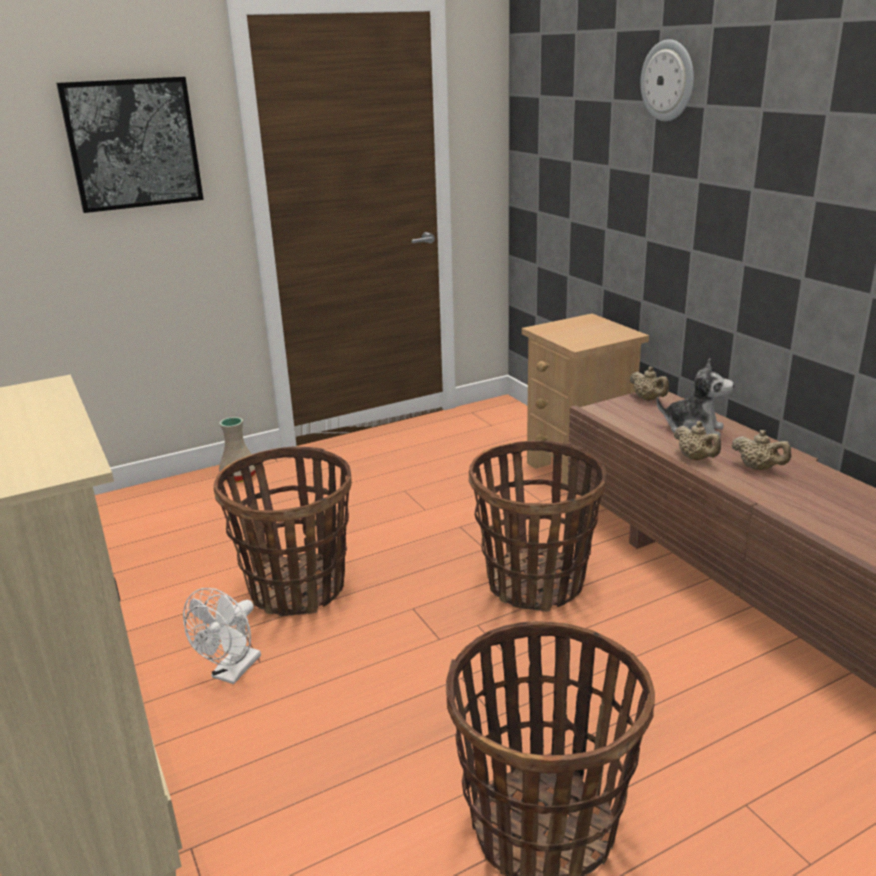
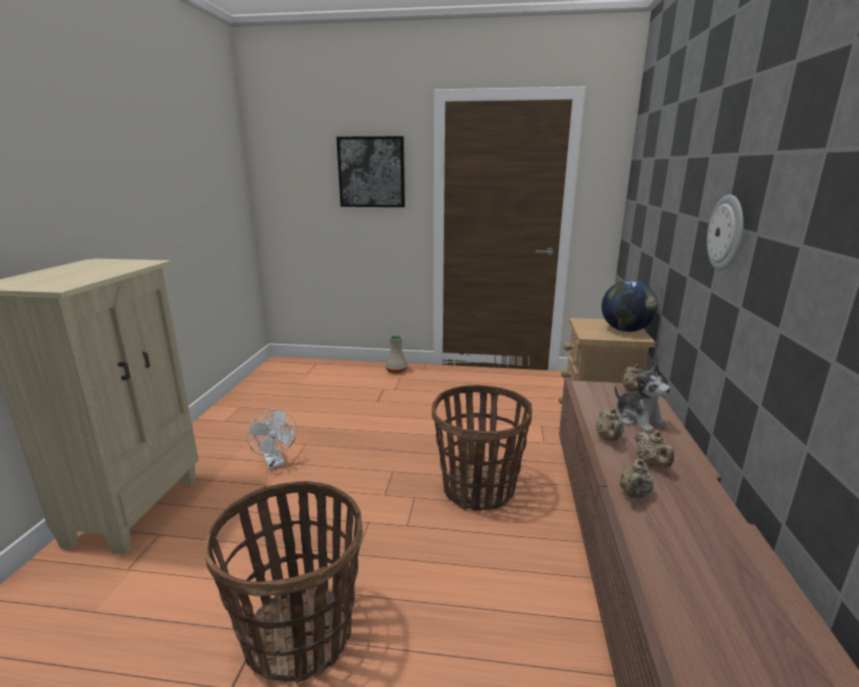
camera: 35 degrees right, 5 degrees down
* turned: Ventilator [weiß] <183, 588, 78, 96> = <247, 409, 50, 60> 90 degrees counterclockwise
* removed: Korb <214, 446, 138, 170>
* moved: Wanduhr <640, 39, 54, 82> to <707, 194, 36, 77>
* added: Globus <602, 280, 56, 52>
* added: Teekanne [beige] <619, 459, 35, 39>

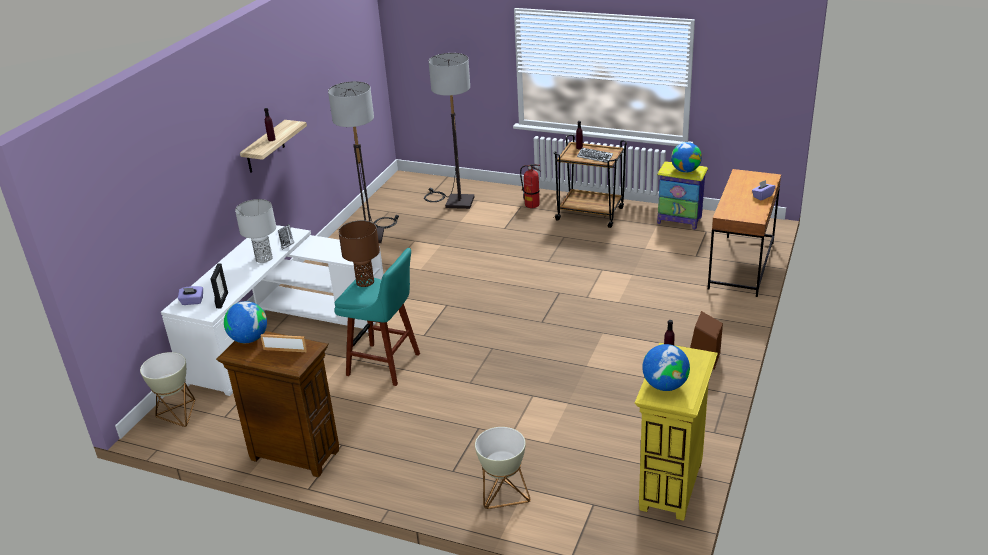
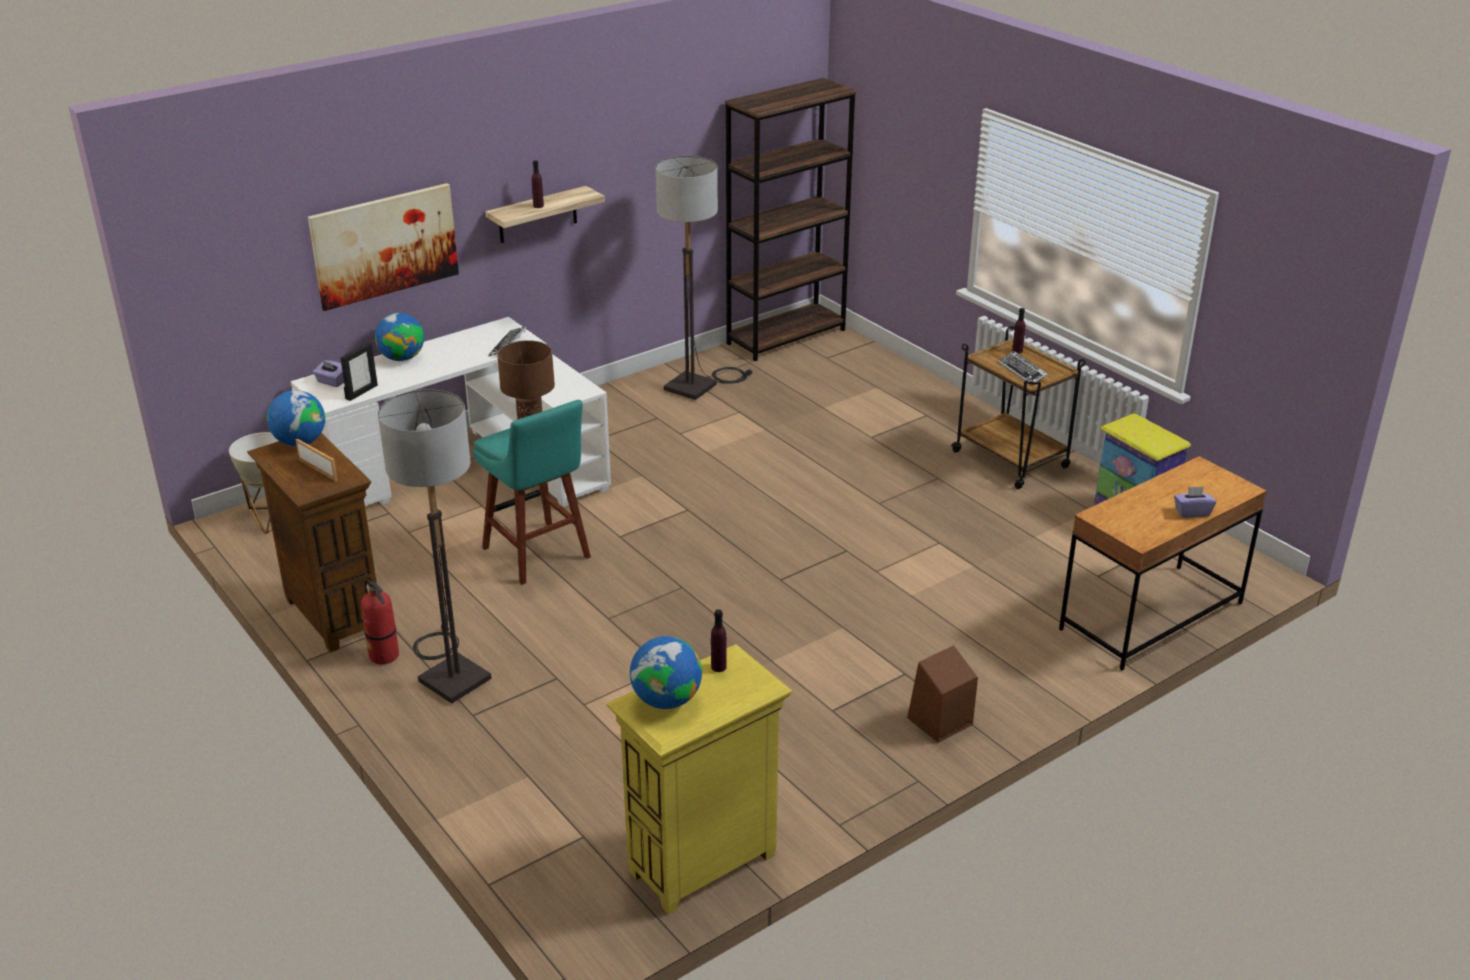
camera: 30 degrees right, 0 degrees up
* removed: Tischlampe [weiß] <235, 199, 41, 64>
* moved: Stehlampe <424, 53, 50, 156> to <378, 389, 113, 314>
* removed: Pflanzkübel <475, 427, 56, 82>
* moved: Feuerlöscher <520, 164, 21, 44> to <361, 579, 38, 86>
* moved: Globus <671, 142, 31, 31> to <375, 313, 49, 48>
* added: Bild <308, 183, 151, 128>
* added: Bücherregal [braun] <725, 78, 131, 283>

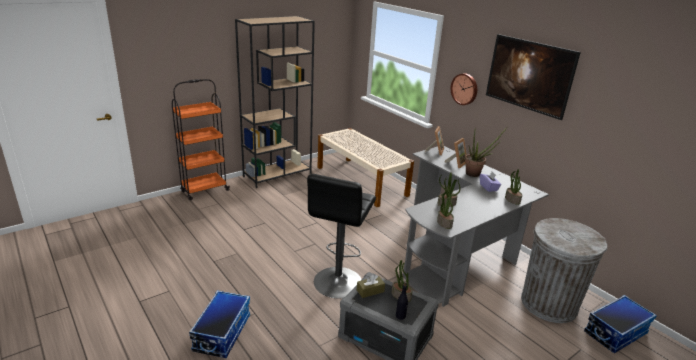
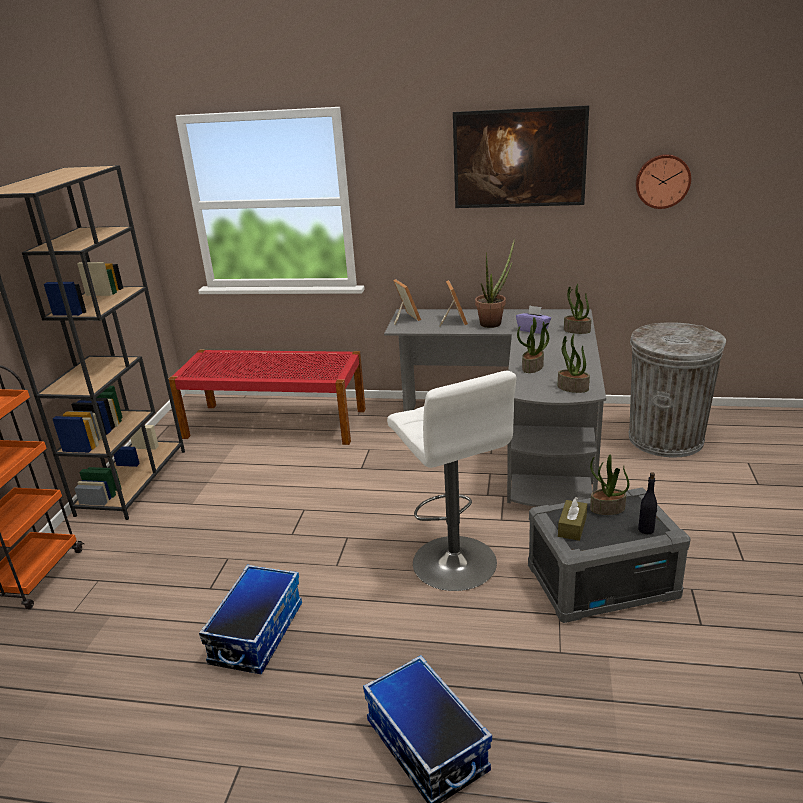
camera: 40 degrees left, 0 degrees up
* recoloured: Hocker [schwarz] <307, 174, 69, 125> to Hocker [weiß] <387, 371, 129, 220>
* recoloured: Bank [beige] <317, 128, 97, 79> to Bank [rot] <169, 350, 197, 95>
* moved: Wanduhr <451, 73, 26, 32> to <636, 154, 55, 55>
* moved: Aufbewahrungsbox <584, 295, 73, 58> to <199, 564, 103, 111>

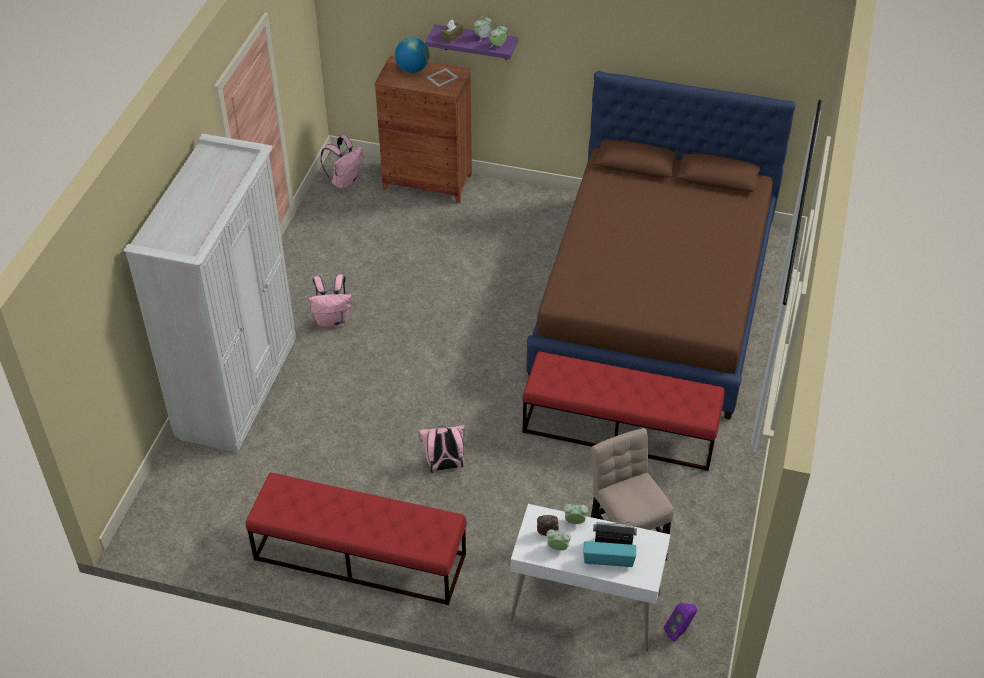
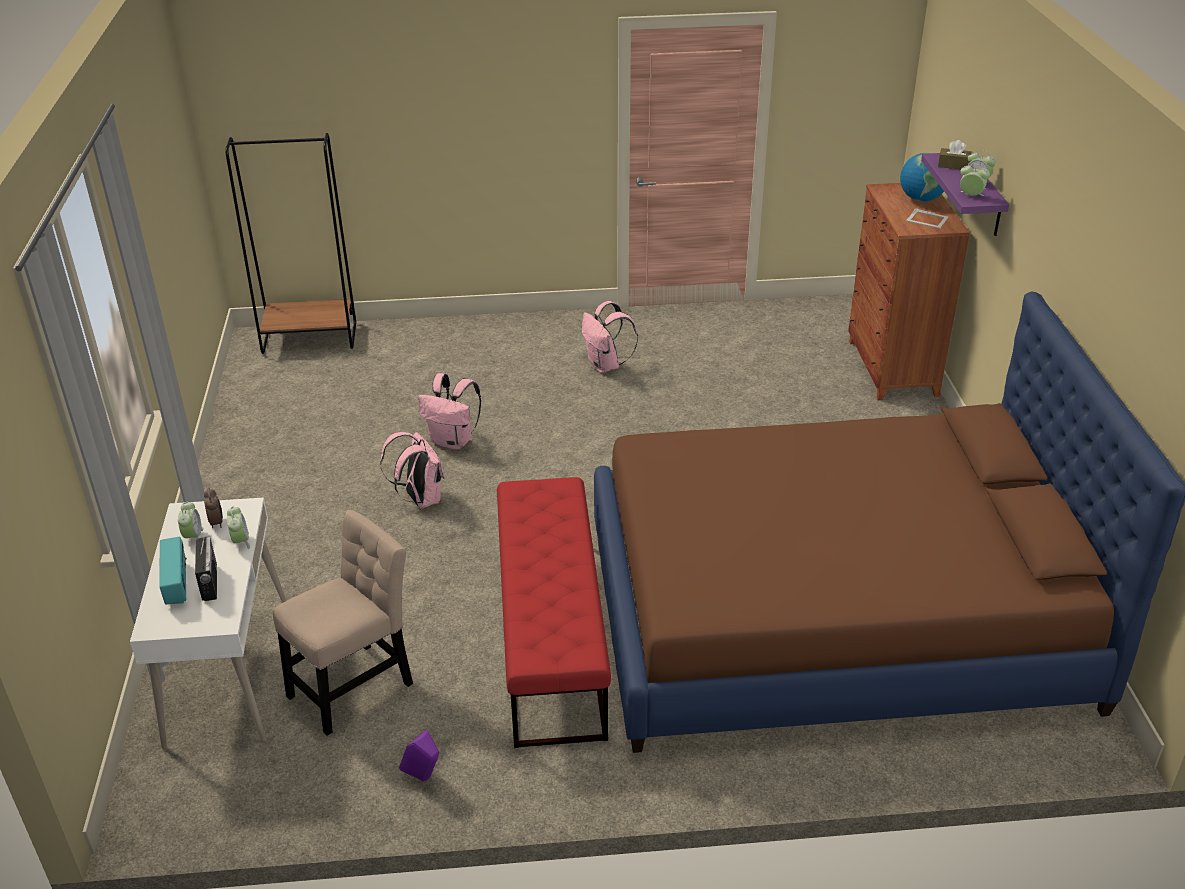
camera: 70 degrees right, 10 degrees down
* removed: Kleiderschrank [weiß] <123, 133, 173, 319>
* removed: Bank [rot] <246, 472, 221, 133>
* moved: Rucksack [rosa] <321, 135, 42, 55> to <418, 373, 63, 77>
* moved: Lautsprecher [lila] <664, 603, 33, 39> to <399, 730, 40, 51>
* added: Kleiderständer <225, 133, 131, 221>

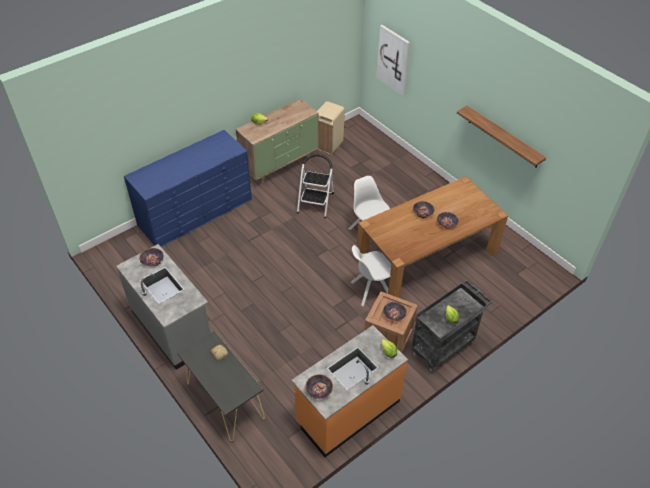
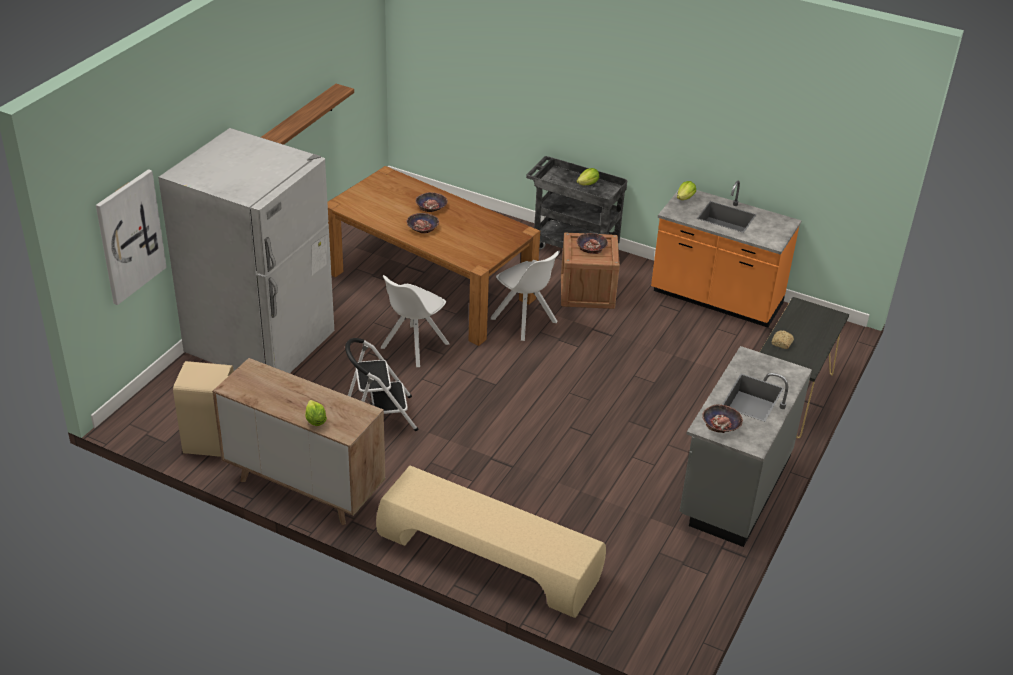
camera: 115 degrees left, 10 degrees down
* replaced: Kommode [blau] <124, 130, 128, 117> to Bank [beige] <376, 466, 230, 152>
* removed: Schüssel <305, 374, 28, 25>
* added: Kühlschrank [weiß] <158, 128, 176, 245>

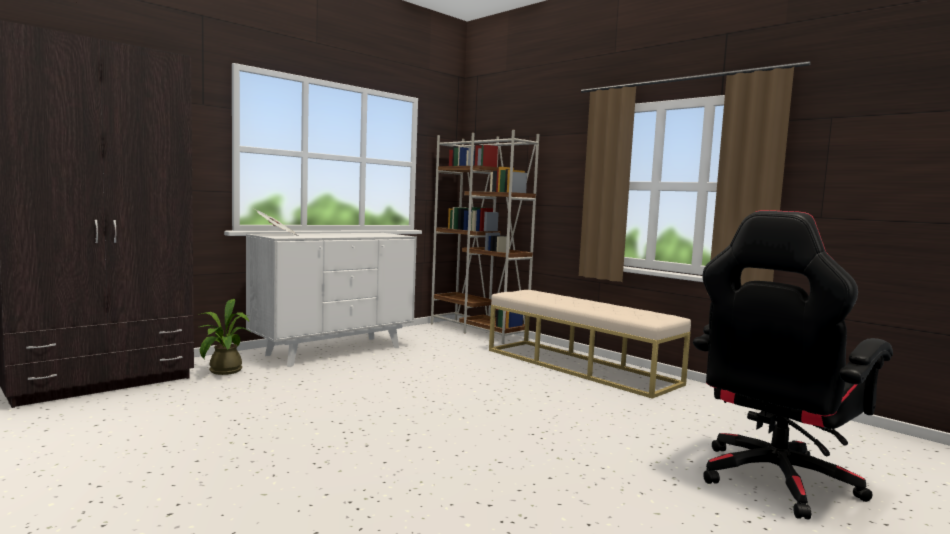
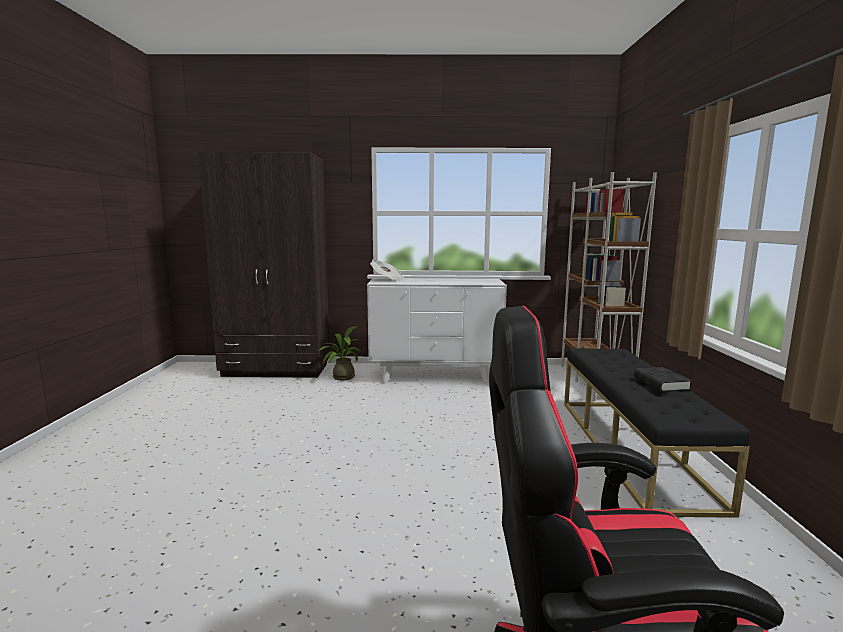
camera: 45 degrees right, 5 degrees up
* recoloured: Bank [beige] <489, 290, 202, 109> to Bank [schwarz] <564, 348, 187, 170>
* added: Buch [schwarz] <634, 367, 58, 25>

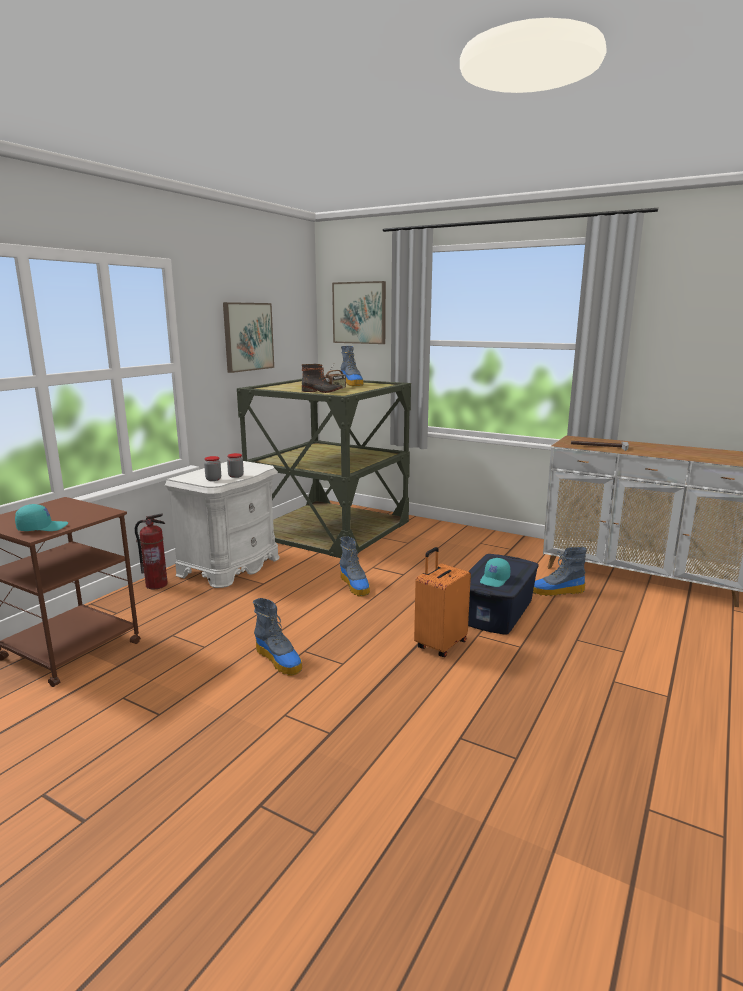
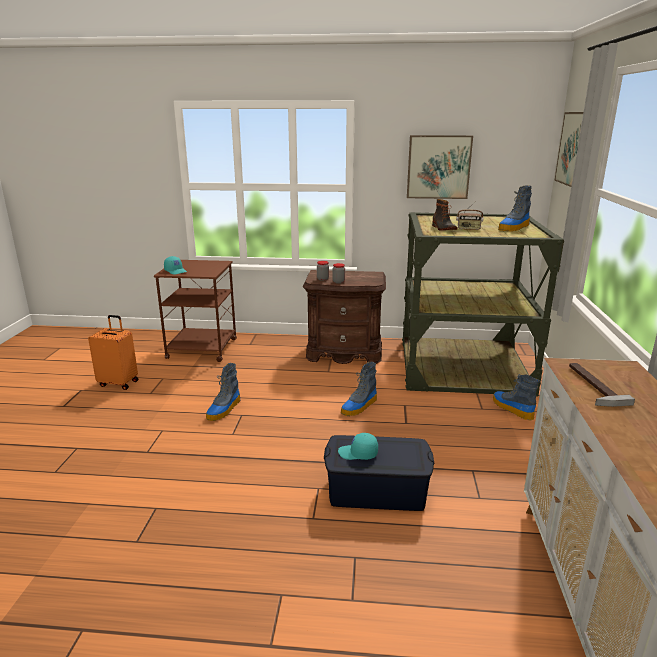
camera: 65 degrees right, 5 degrees up
* removed: Feuerlöscher <135, 513, 33, 76>
* recoloured: Nachttisch [weiß] <165, 461, 115, 127> to Nachttisch [braun] <303, 270, 83, 94>
* moved: Koffer [orange] <414, 547, 57, 110> to <88, 315, 50, 75>
* moved: Stiefel <533, 547, 54, 49> to <493, 374, 47, 46>

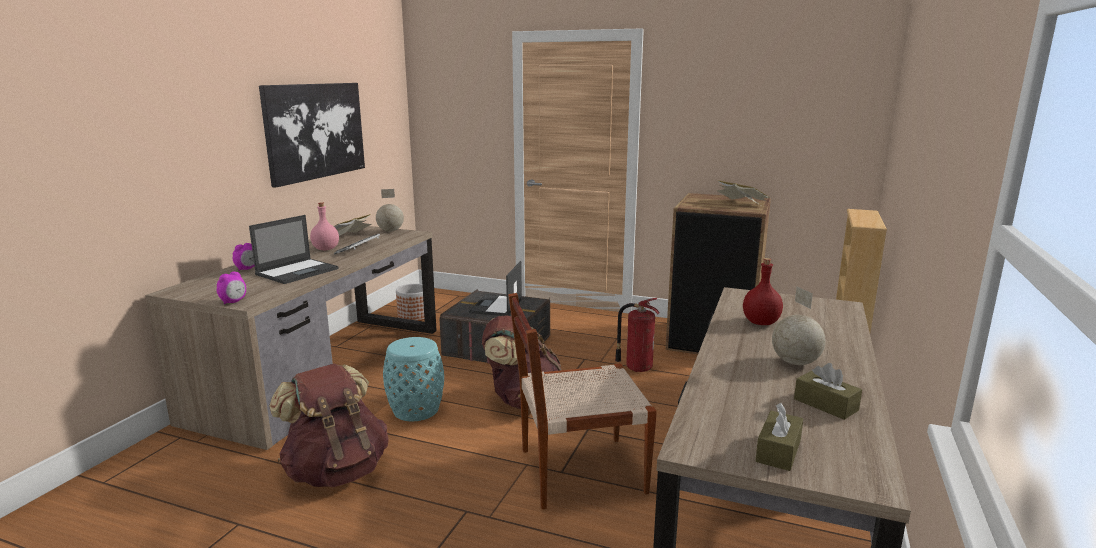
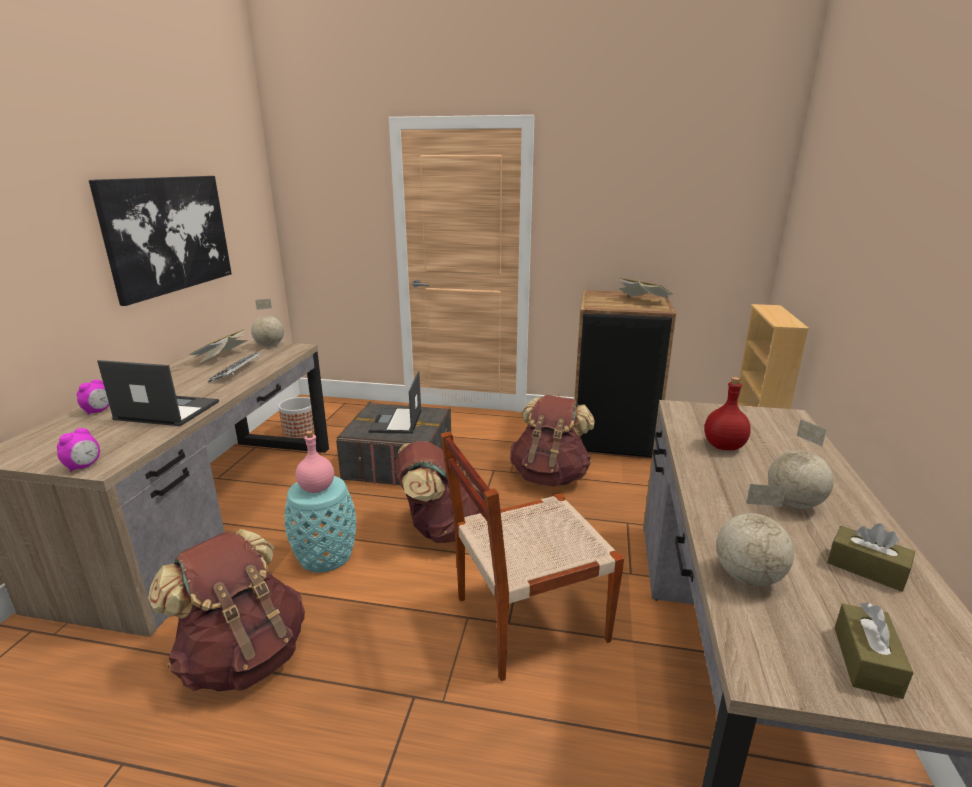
camera: 10 degrees left, 5 degrees up
* turned: Laptop <249, 215, 90, 69> = <97, 360, 122, 66> 105 degrees counterclockwise
* moved: Flasche [rosa] <310, 202, 29, 48> to <296, 431, 38, 62>
* replaced: Feuerlöscher <615, 298, 44, 74> to Rucksack [braun] <510, 395, 85, 92>
* added: Globus <716, 484, 78, 102>

